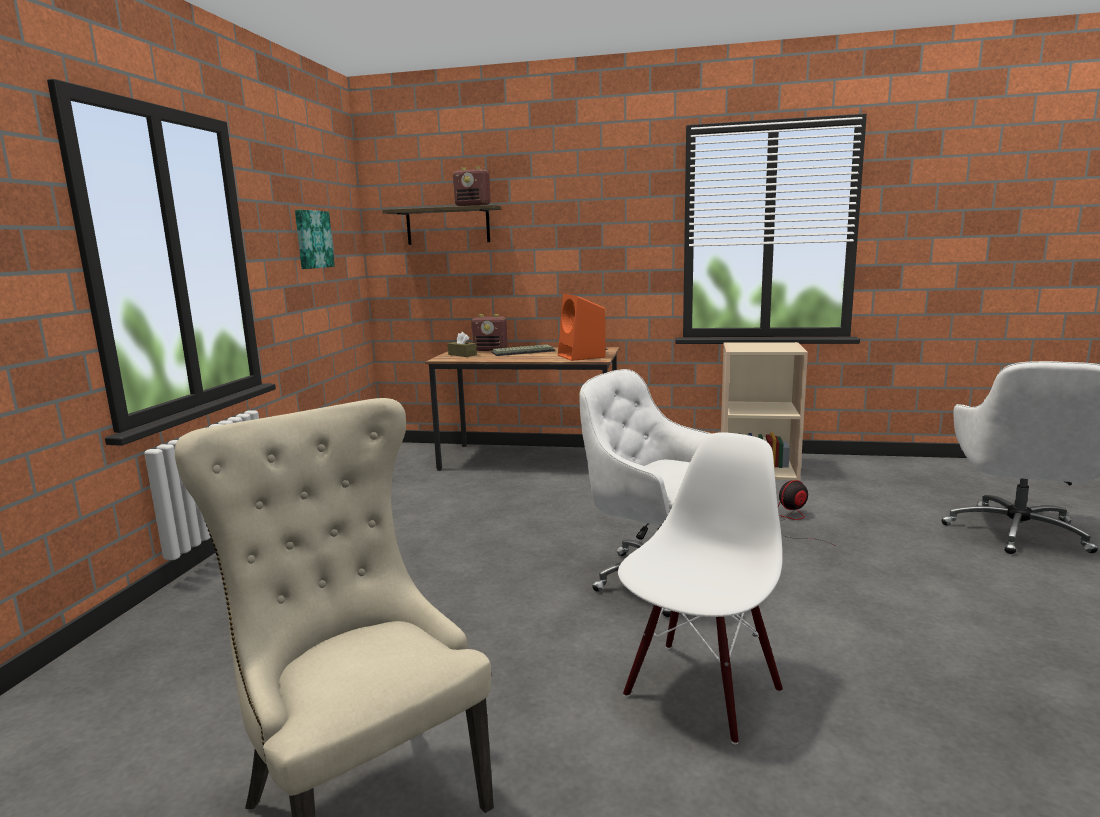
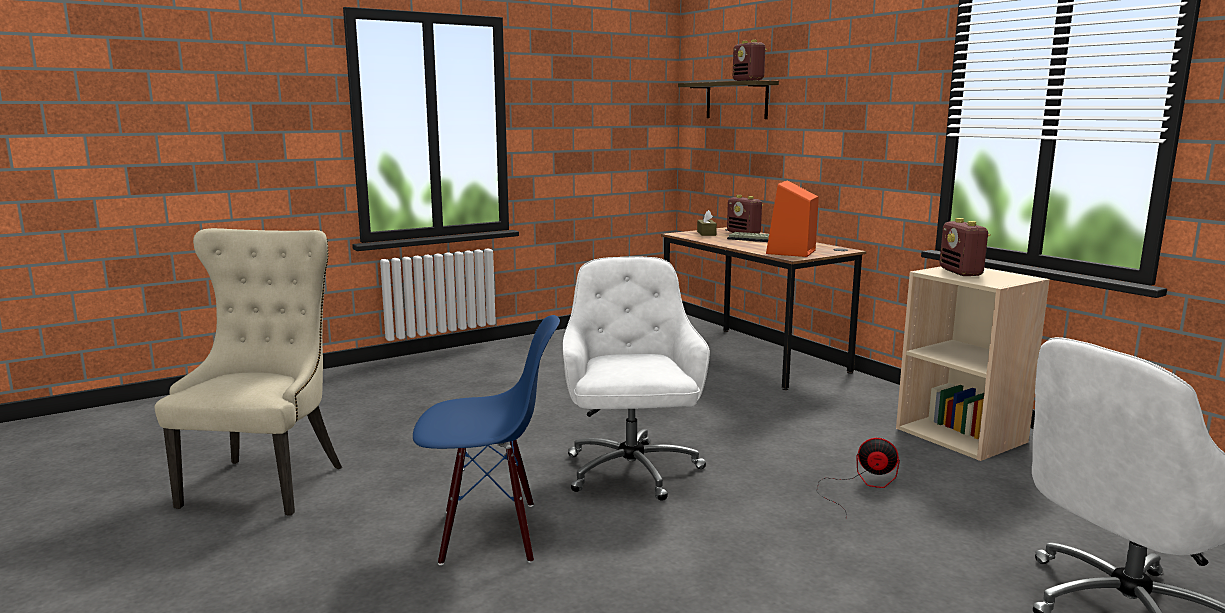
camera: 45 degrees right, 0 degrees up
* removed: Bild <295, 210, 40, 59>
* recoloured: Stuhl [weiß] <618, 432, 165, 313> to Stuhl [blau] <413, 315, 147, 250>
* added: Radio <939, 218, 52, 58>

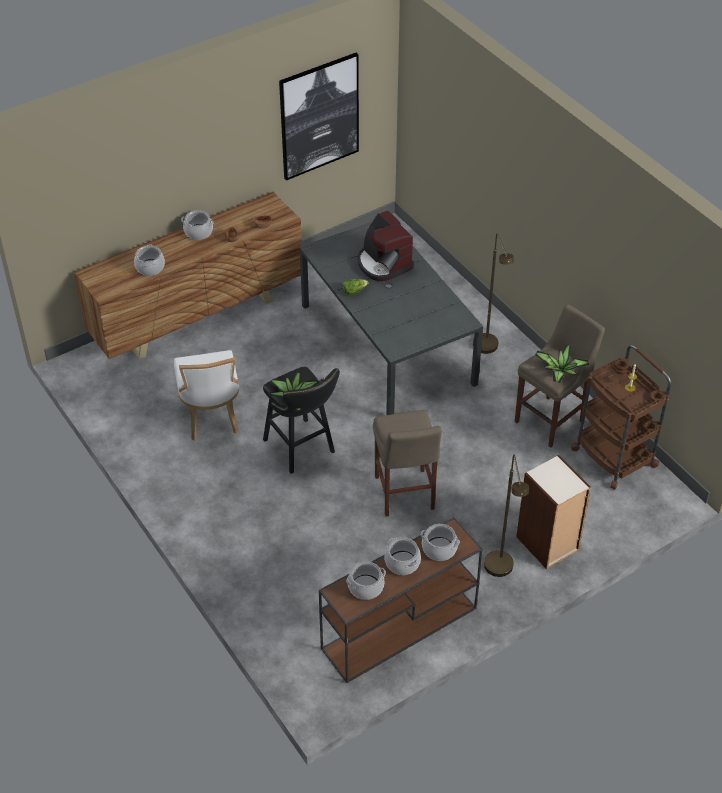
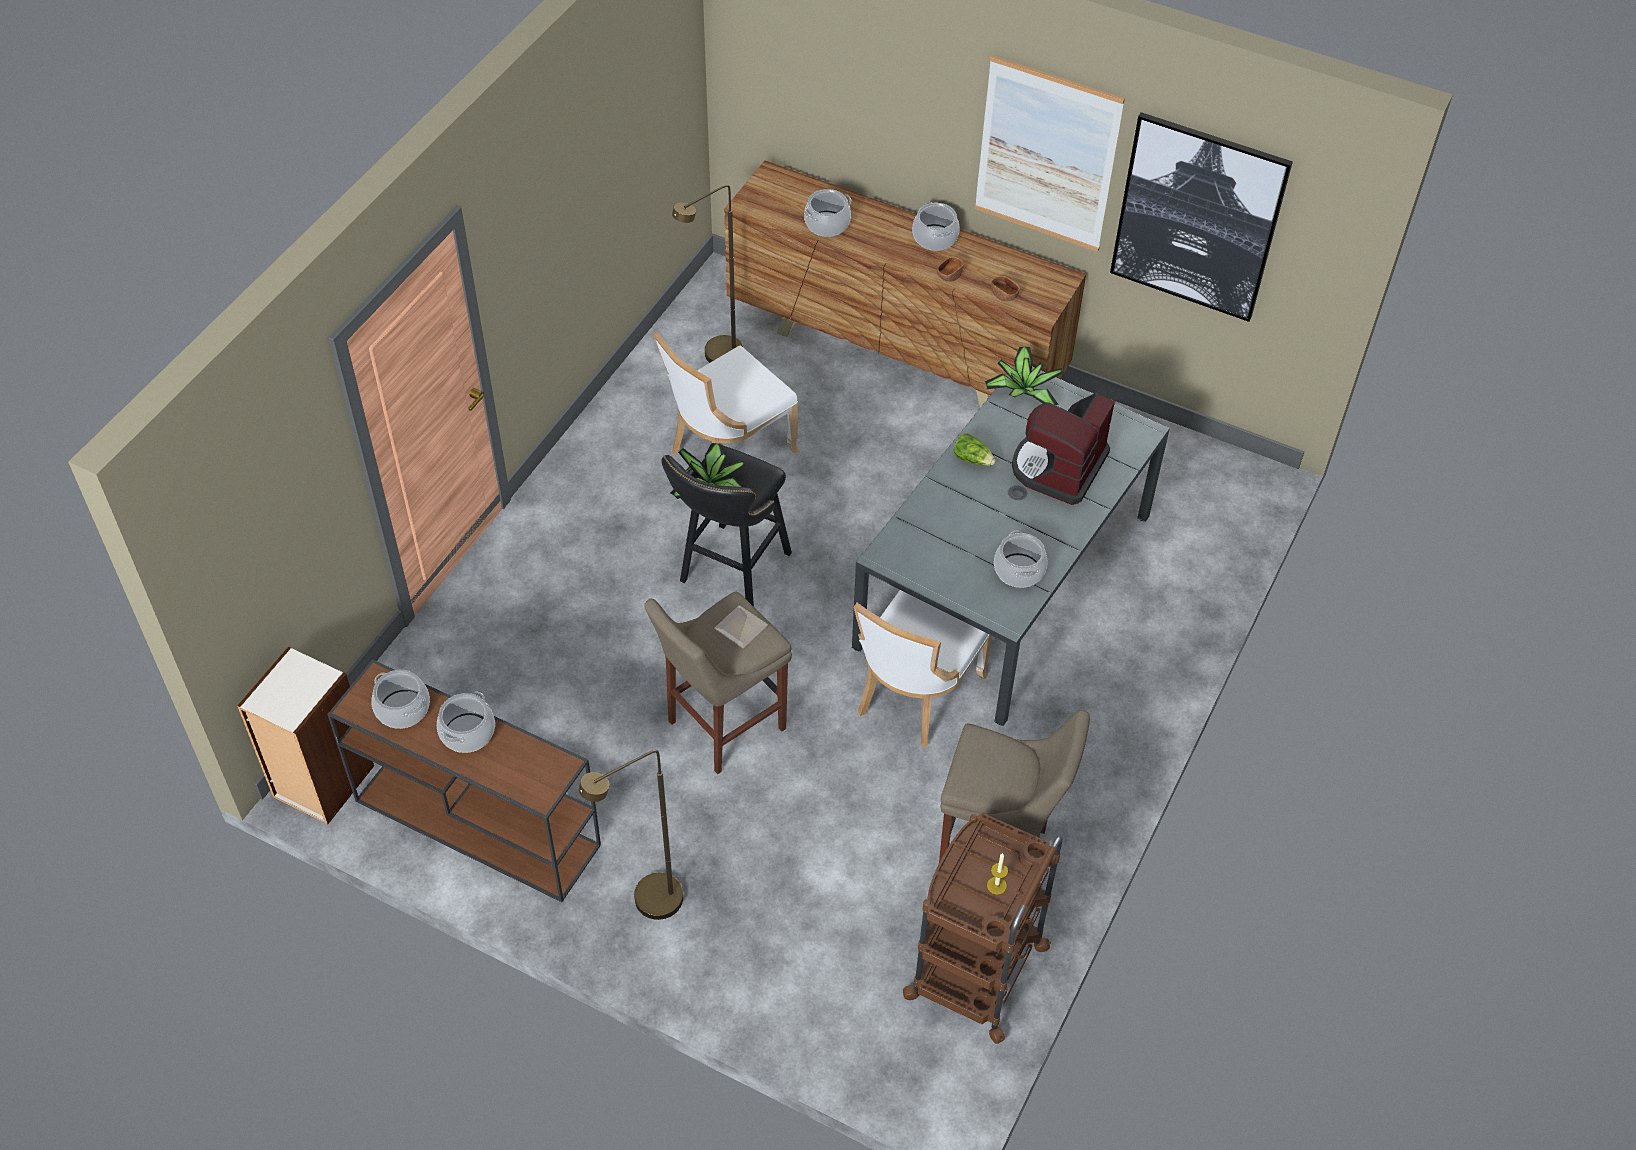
camera: 60 degrees right, 5 degrees up
* moved: Kochtopf <421, 524, 39, 37> to <994, 531, 53, 57>
* moved: Stehlampe [braun] <473, 233, 41, 121> to <672, 185, 72, 178>
* moved: Bücherregal <516, 455, 75, 114> to <237, 646, 137, 179>
* moved: Topfpflanze <535, 344, 54, 39> to <985, 347, 78, 58>
* added: Teller <714, 605, 54, 43>
* added: Stuhl [weiß] <854, 590, 138, 157>
* added: Bild <975, 55, 150, 197>

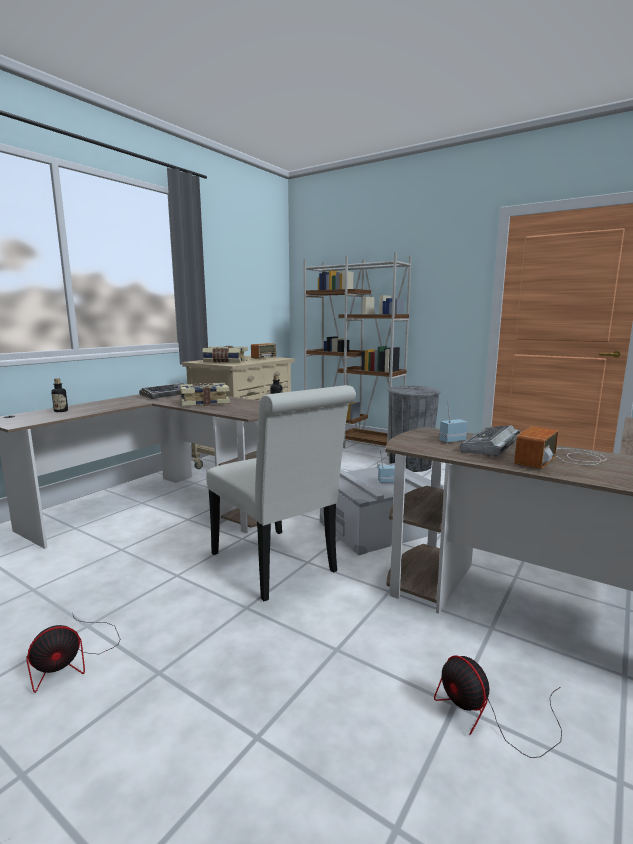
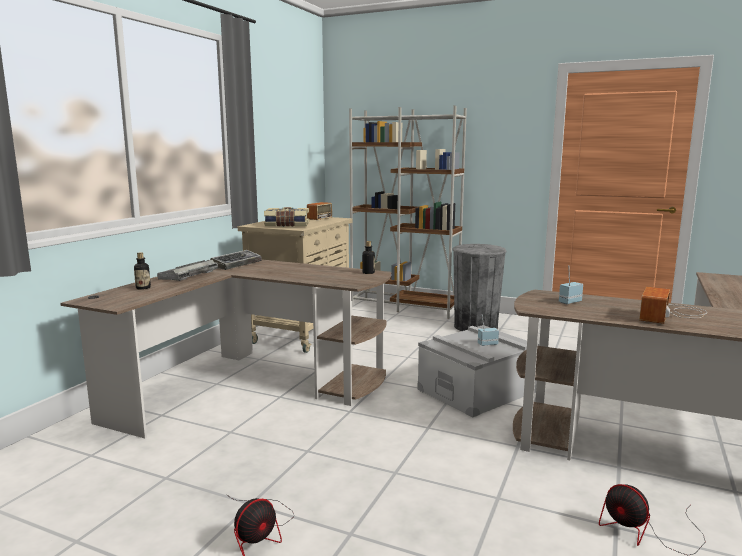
camera: 10 degrees left, 0 degrees up
* removed: Buch <180, 383, 50, 23>
* removed: Stuhl [weiß] <206, 385, 150, 216>
* moved: Tastatur <460, 425, 61, 31> to <157, 260, 61, 21>

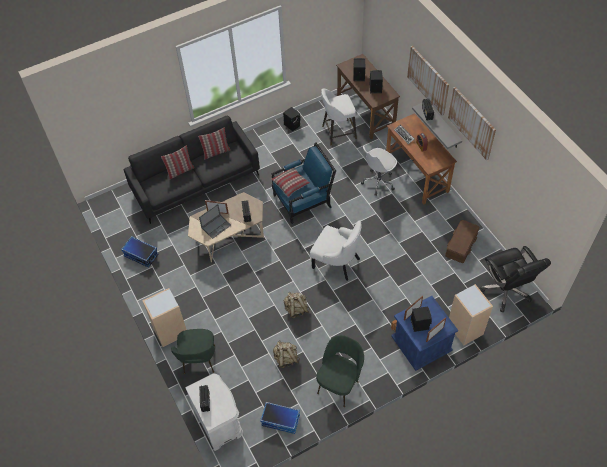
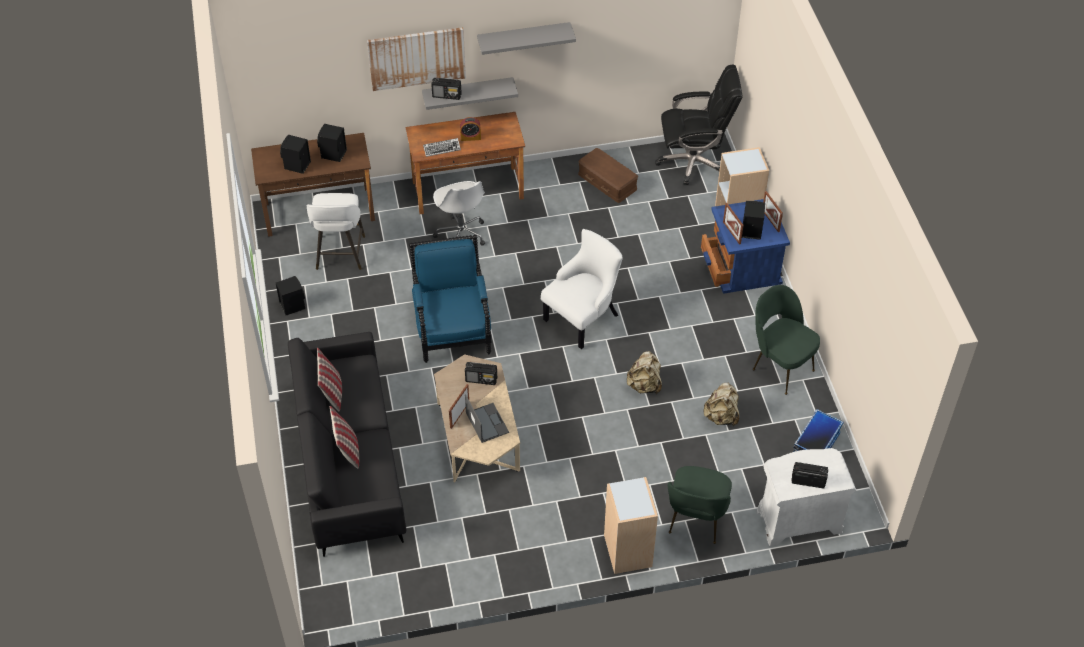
camera: 75 degrees left, 5 degrees down
* removed: Aufbewahrungsbox <121, 236, 38, 32>
* turned: Stuhl [grün] <171, 329, 44, 45> = <668, 466, 64, 78> 90 degrees clockwise
* removed: Kissen <271, 167, 39, 30>
* replaced: Bild <448, 87, 48, 73> to Wandregal [grau] <477, 22, 99, 33>

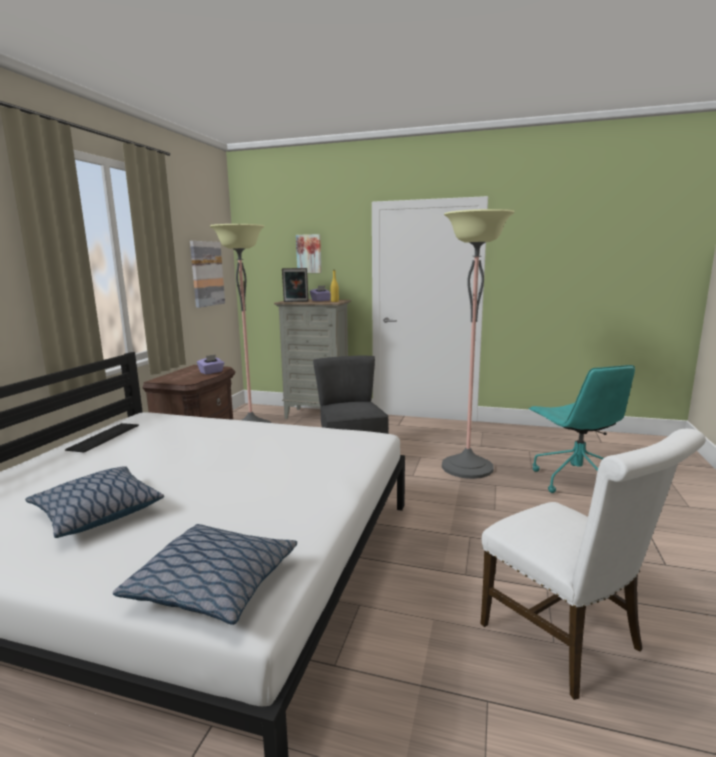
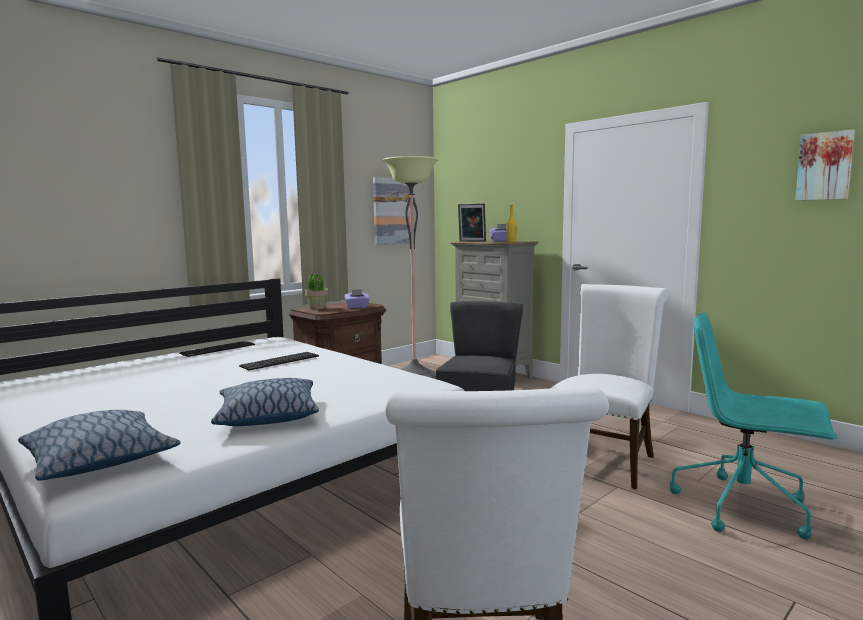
camera: 30 degrees right, 5 degrees down
* moved: Kissen <25, 466, 139, 72> to <211, 378, 108, 48>
* moved: Bild <296, 234, 25, 39> to <795, 129, 60, 72>
* replaced: Stehlampe <442, 209, 72, 270> to Stuhl [weiß] <550, 284, 120, 205>
* turned: Bürostuhl [türkis] <528, 365, 107, 128> = <670, 313, 168, 226> 105 degrees clockwise
* added: Tastatur <239, 352, 80, 19>
* added: Topfpflanze <305, 271, 23, 38>

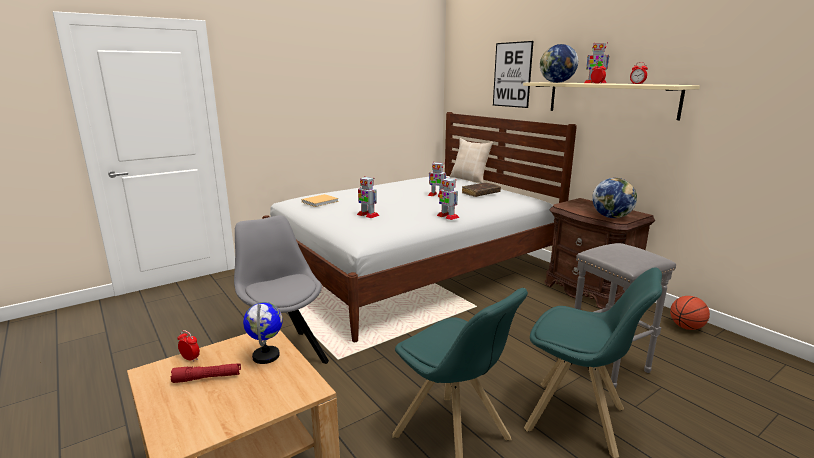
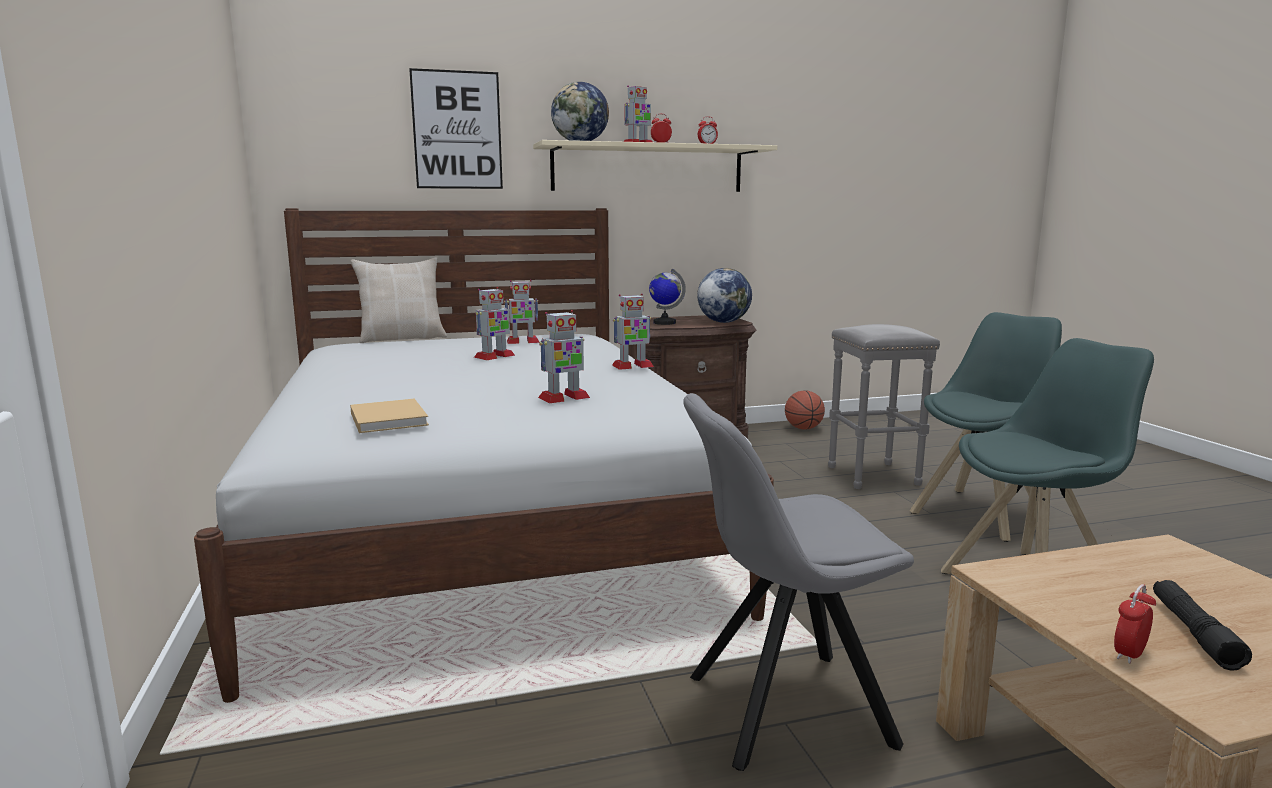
camera: 70 degrees left, 5 degrees down
* recoloured: Taschenlampe [rot] <171, 363, 70, 20> to Taschenlampe [schwarz] <1153, 580, 99, 90>
* moved: Globus <243, 302, 40, 62> to <649, 269, 37, 56>
* replaced: Buch [braun] <462, 182, 39, 15> to Spielzeugroboter <504, 280, 35, 64>

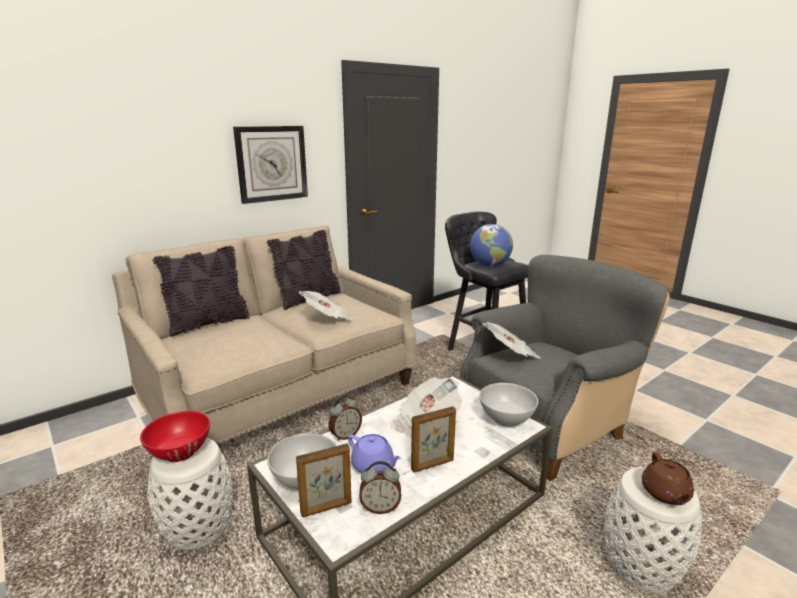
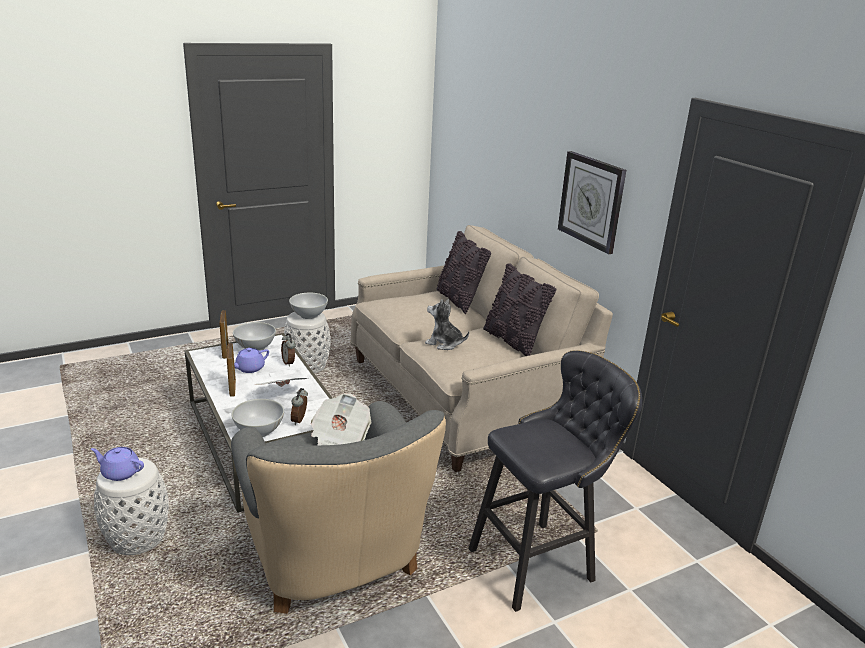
camera: 100 degrees right, 5 degrees up
* recoloured: Schüssel [rot] <140, 411, 70, 51> to Schüssel [weiß] <289, 293, 39, 26>
* replaced: Zeitung <299, 291, 54, 29> to Plüschtier <425, 299, 44, 51>
* moved: Wecker <359, 461, 42, 53> to <291, 388, 17, 37>
* removed: Globus <470, 224, 43, 43>
* recoloured: Teekanne [braun] <641, 452, 53, 53> to Teekanne [lila] <91, 447, 53, 34>

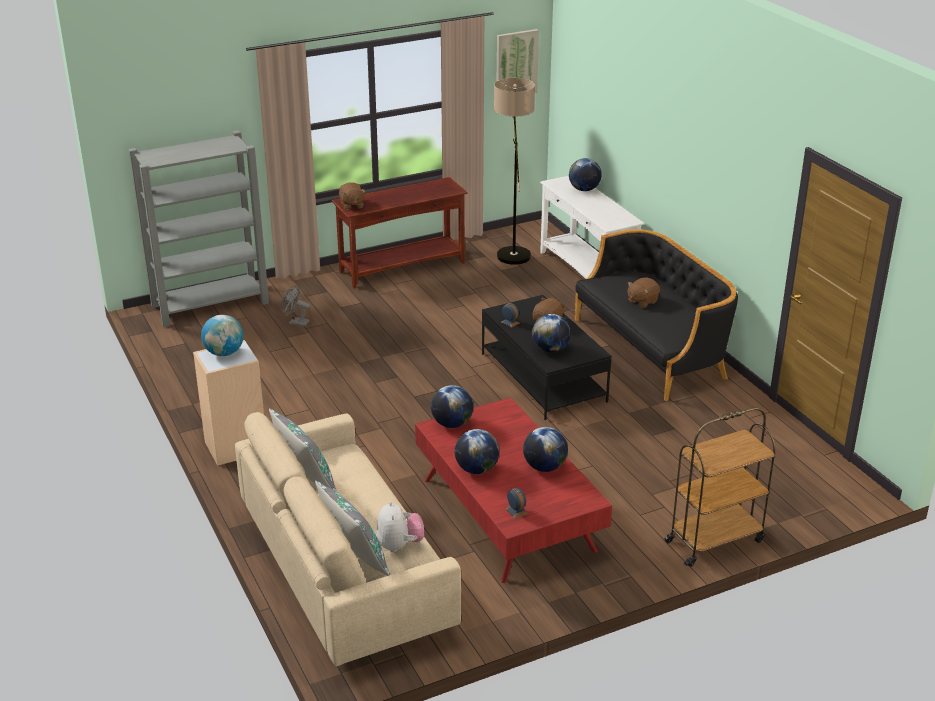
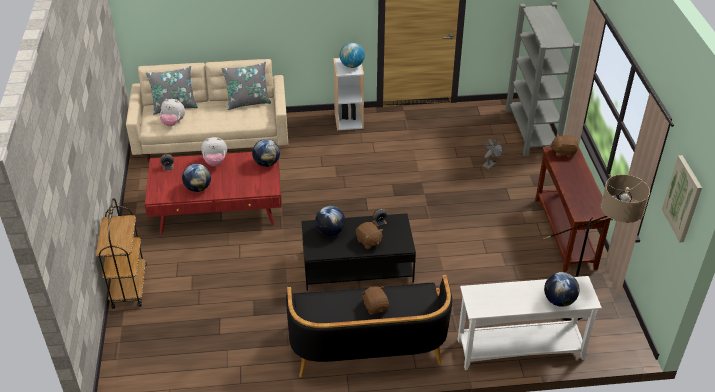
camera: 110 degrees right, 10 degrees up
* replaced: Globus <455, 429, 44, 45> to Plüschtier <201, 137, 26, 29>

